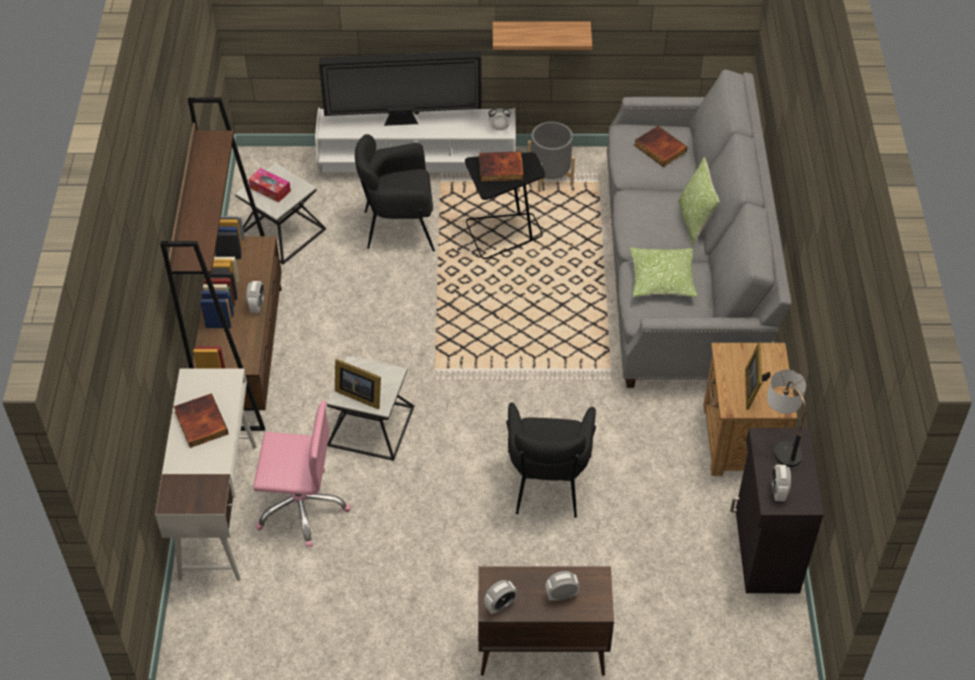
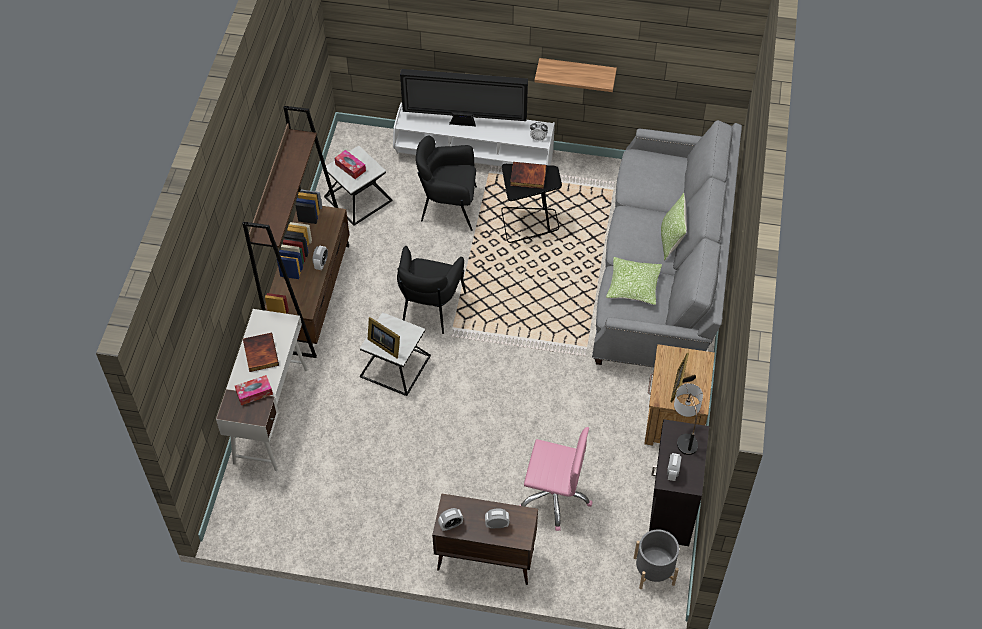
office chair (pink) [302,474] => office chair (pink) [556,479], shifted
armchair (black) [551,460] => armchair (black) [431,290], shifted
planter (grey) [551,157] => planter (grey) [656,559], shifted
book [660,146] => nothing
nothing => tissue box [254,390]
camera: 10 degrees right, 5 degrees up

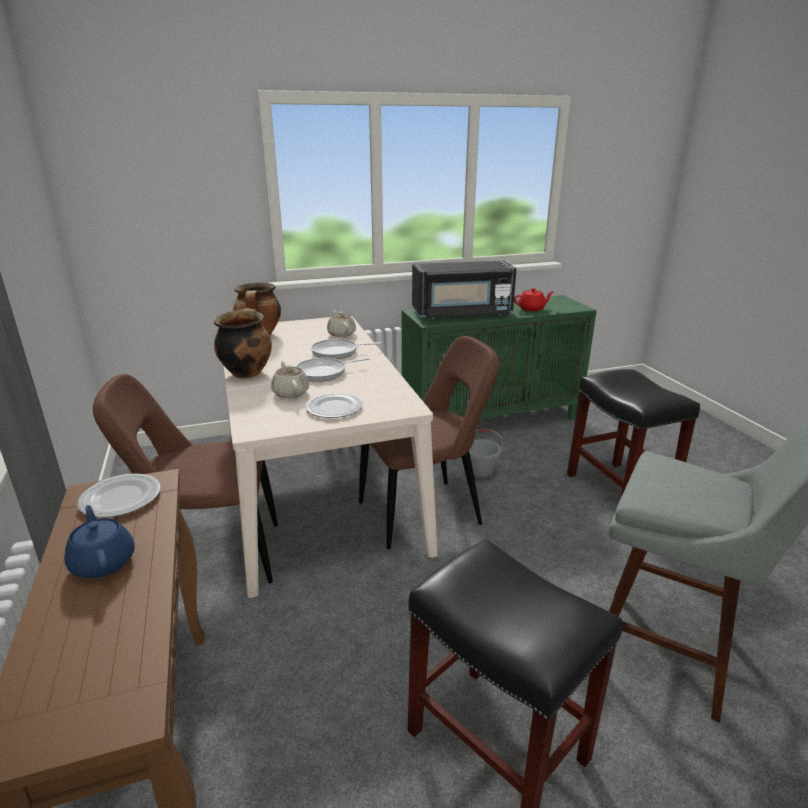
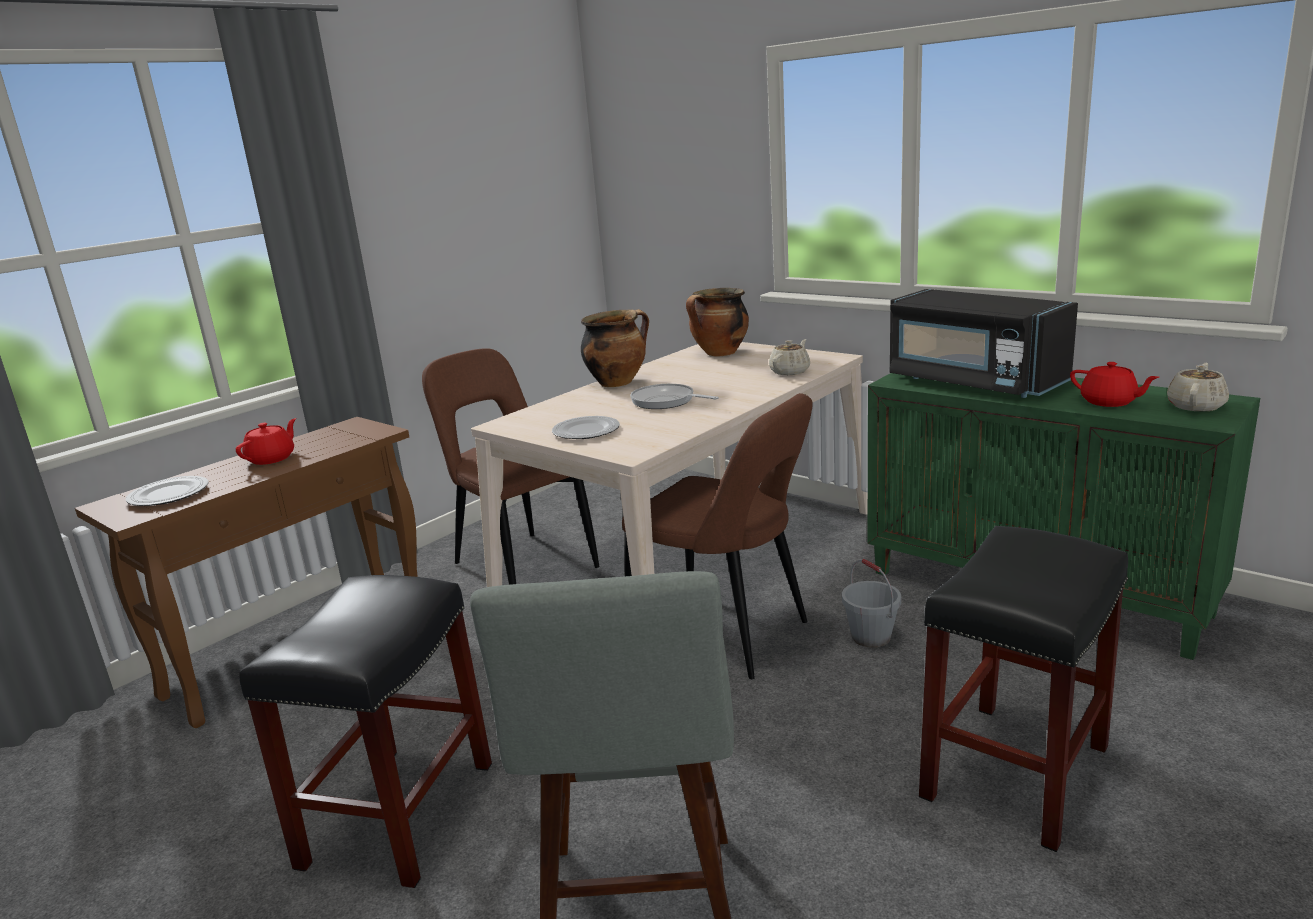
teapot (blue) [99,541] => teapot (red) [266,441]
plate [119,496] => plate [167,491], shifted
teapot (beige) [290,379] => teapot (beige) [1198,387], shifted
frying pan [346,349] => nothing
camera: 60 degrees right, 5 degrees down

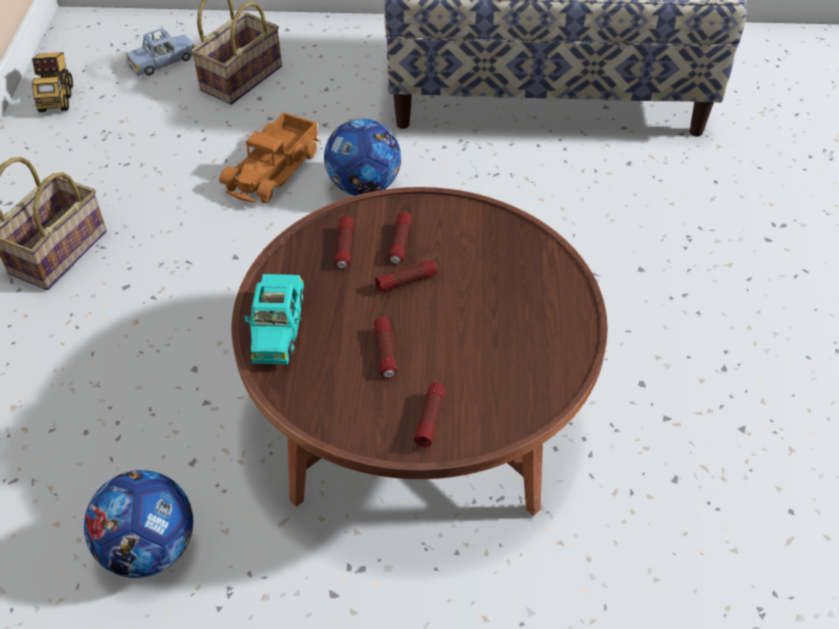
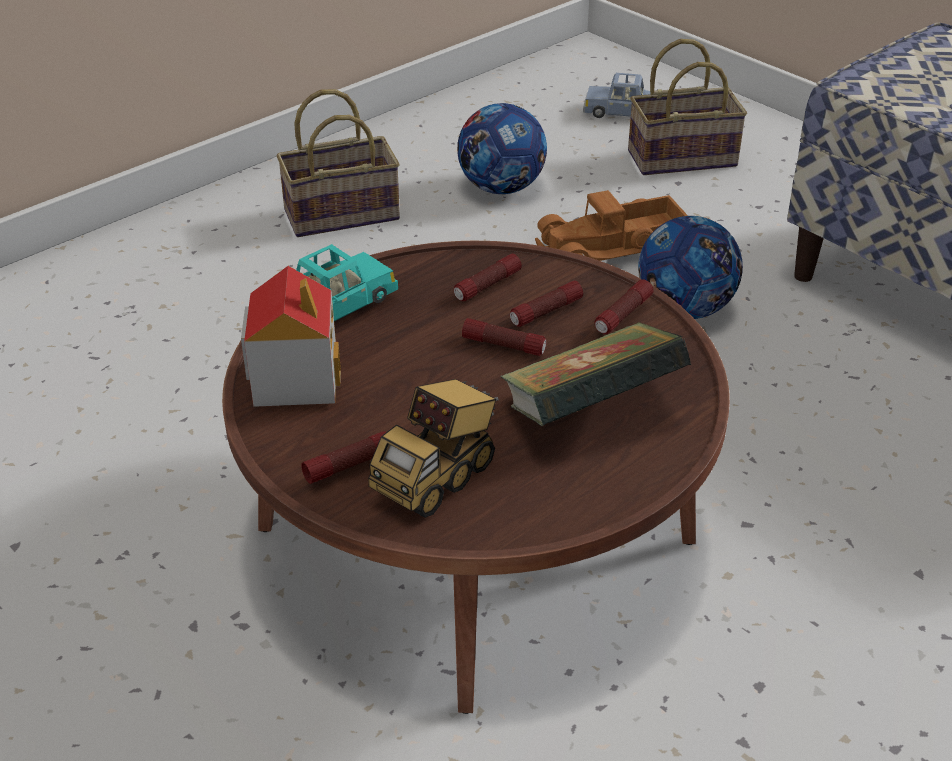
toy truck [52,82] => toy truck [433,448], shifted
football [138,524] => football [502,148], shifted
flashlight [385,347] => flashlight [624,306], shifted
nothing => toy house [291,336]
nothing => book [595,374]
camera: 45 degrees right, 10 degrees down

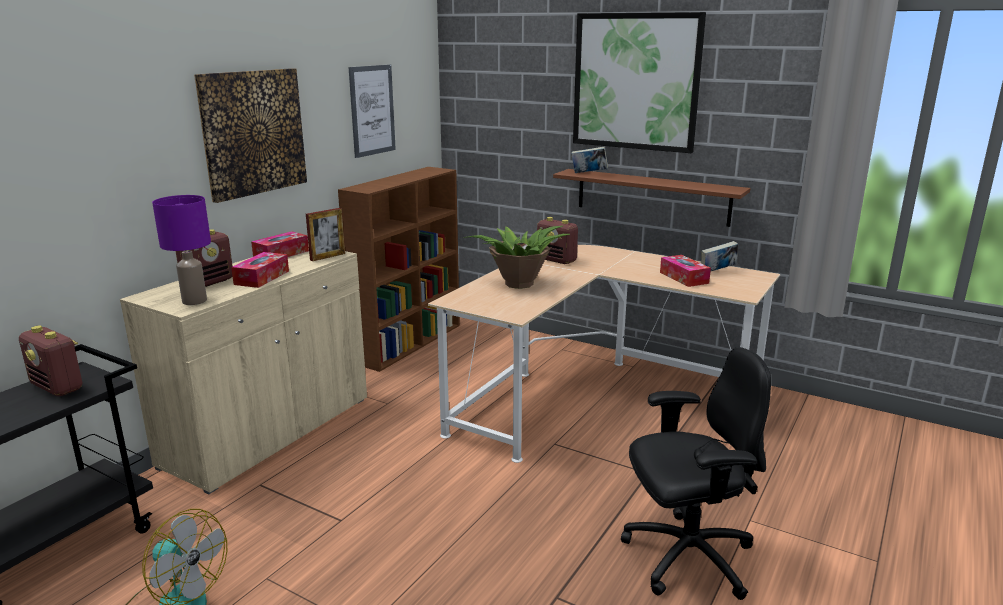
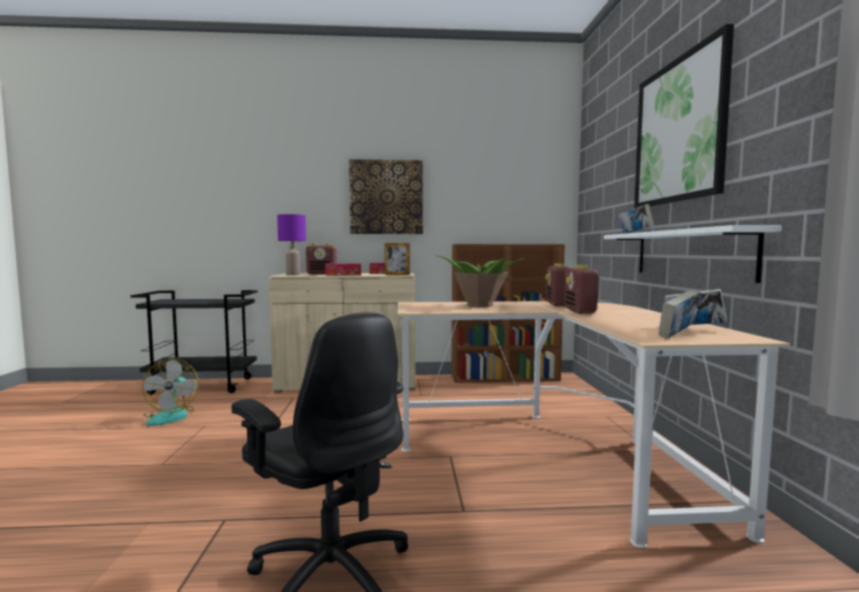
radio [50,361] => radio [582,289], shifted
picture [372,111] => nothing
shelf (brown) [651,198] => shelf (white) [693,254]
tissue box [685,271] => nothing
nothing => book [679,314]
camera: 55 degrees right, 15 degrees down

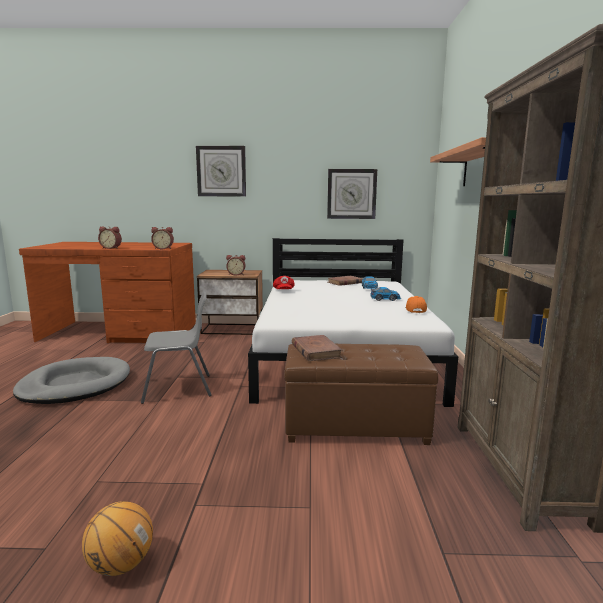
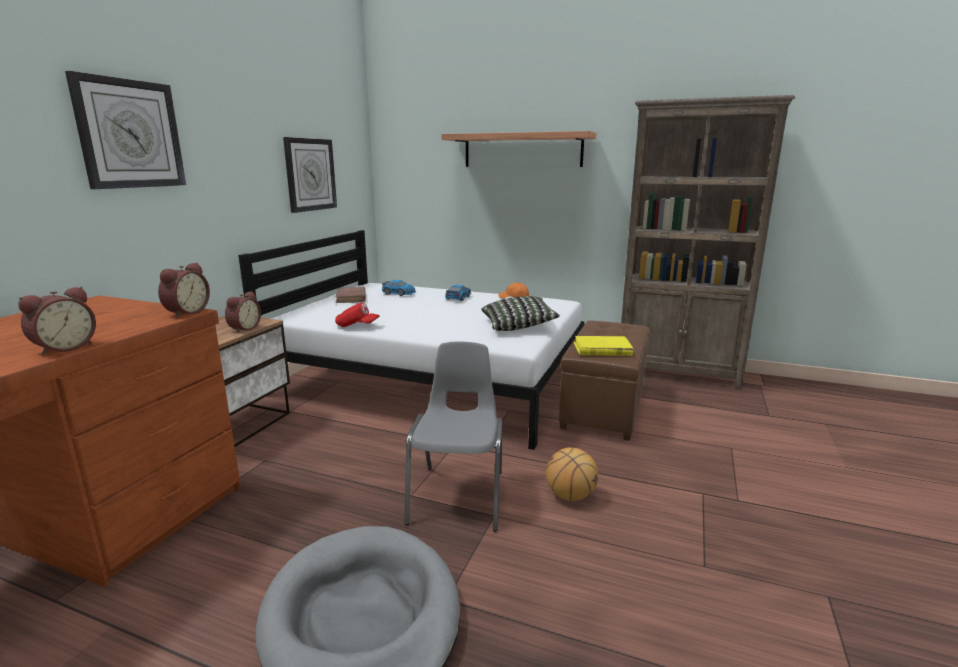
basketball [117,538] => basketball [572,474], shifted
book (brown) [317,348] => book (yellow) [603,346]
nothing => pillow [520,313]
camera: 70 degrees left, 5 degrees up

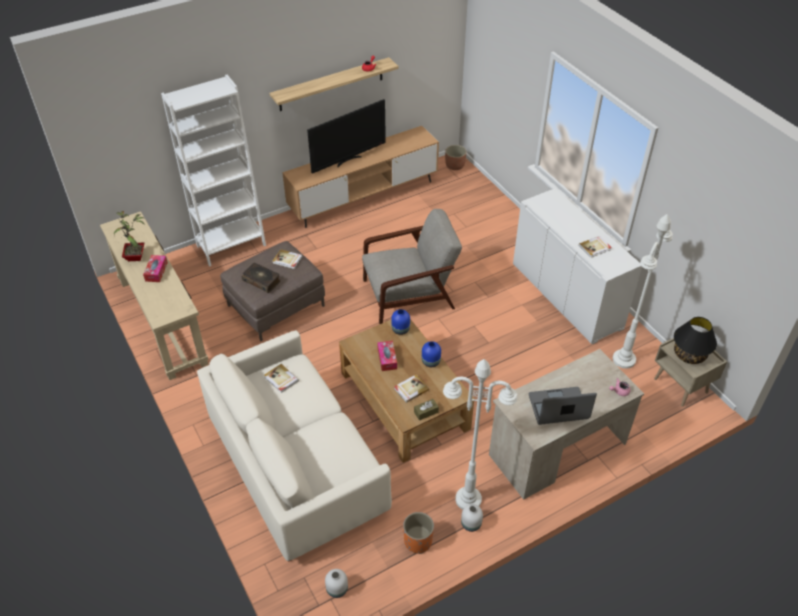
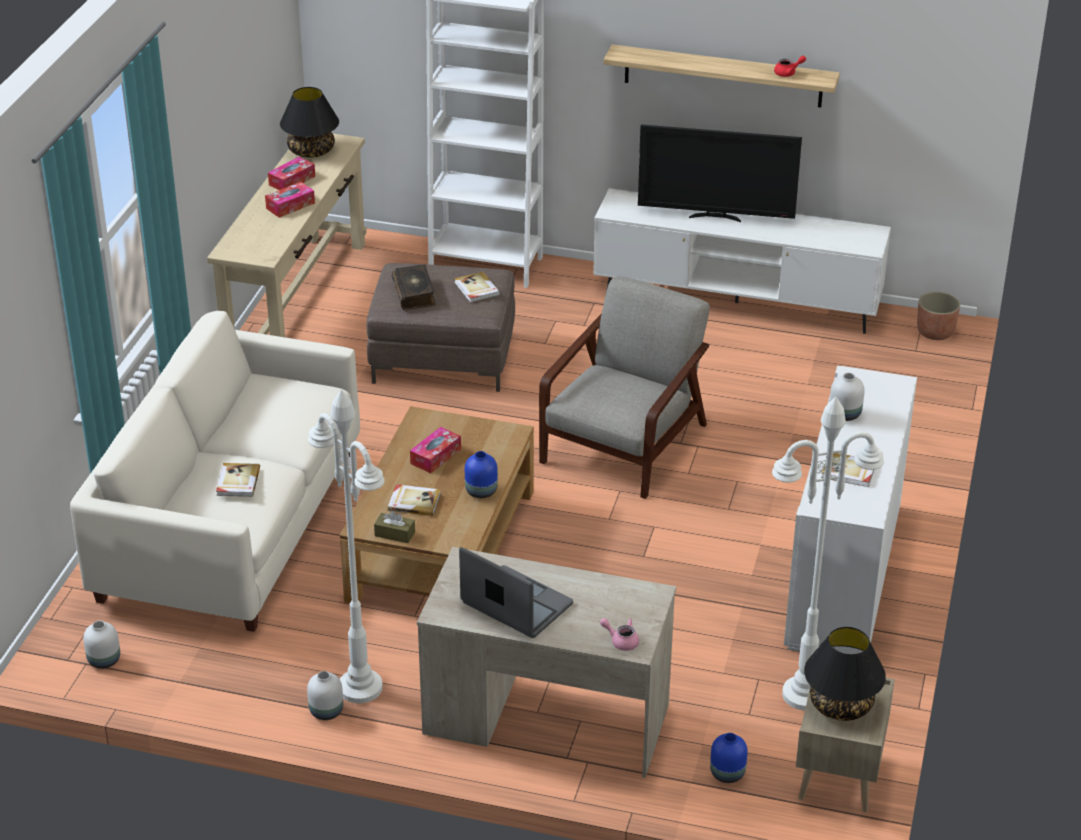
potted plant [129,236] => tissue box [291,173]
book [281,378] => book [238,480], shifted
tv stand (brown) [360,177] => tv stand (white) [742,261]
armchair (grey) [412,266] => armchair (grey) [624,387], 90 degrees counterclockwise
vase (blue) [400,322] => vase (blue) [728,758], shifted
planter (orange) [418,533] => nothing
nothing => table lamp (black) [309,122]
nothing => vase (white) [847,397]
camera: 45 degrees right, 10 degrees down

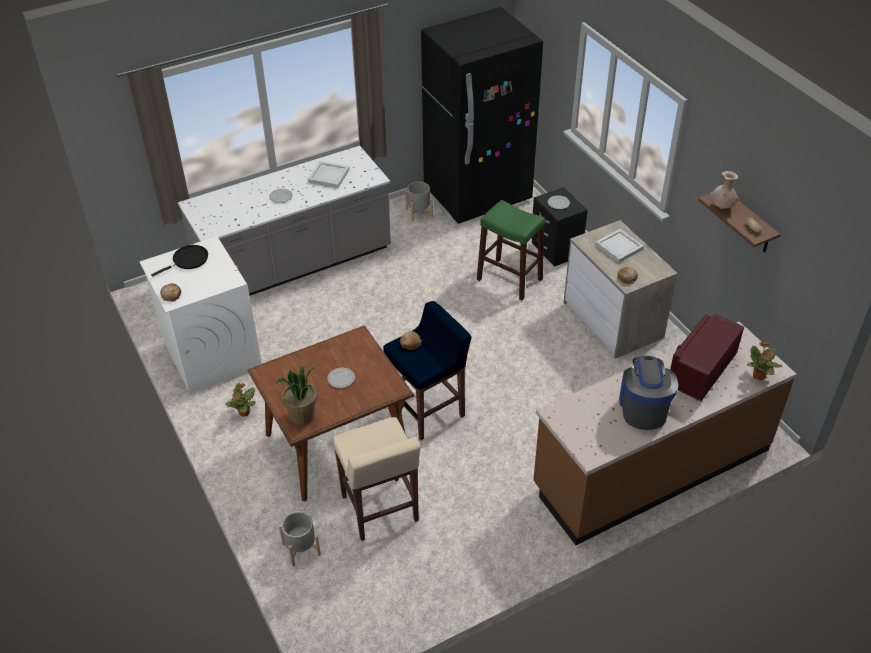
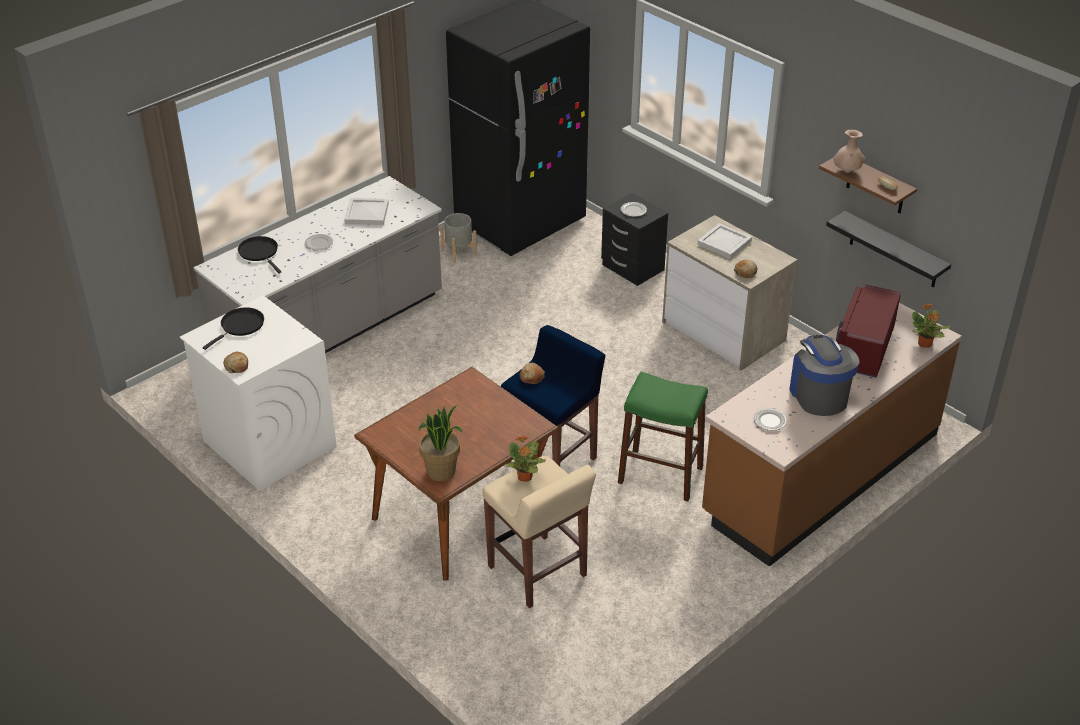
potted plant [240,400] => potted plant [526,459], shifted
planter (grey) [300,539] => nothing
plate [341,378] => plate [770,419], shifted
stool (green) [511,250] => stool (green) [663,437], shifted
nothing => frying pan (black) [259,254]
nothing => shelf (black) [888,249]
camera: 15 degrees left, 5 degrees down

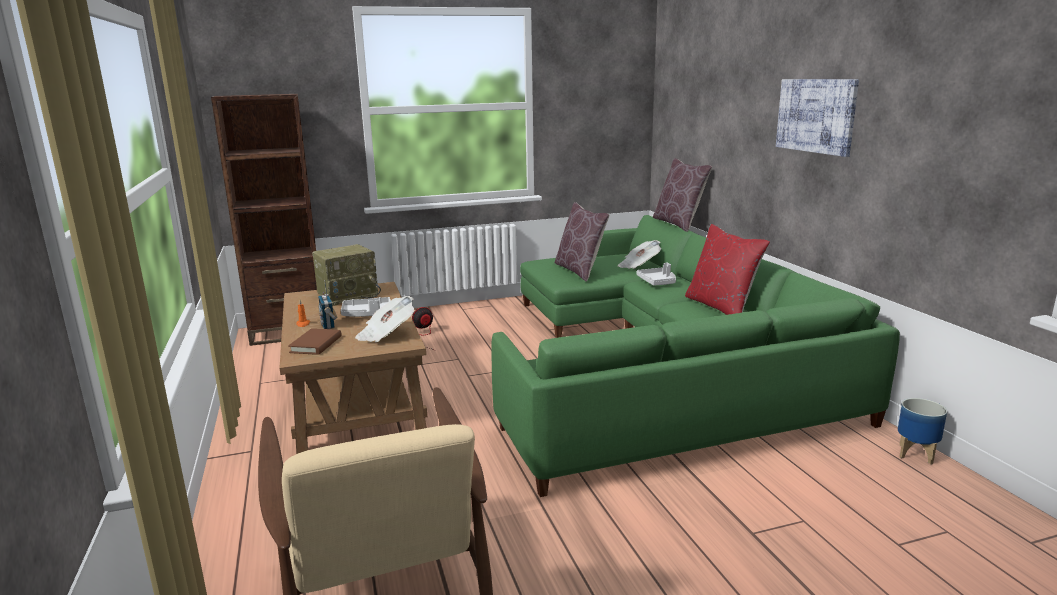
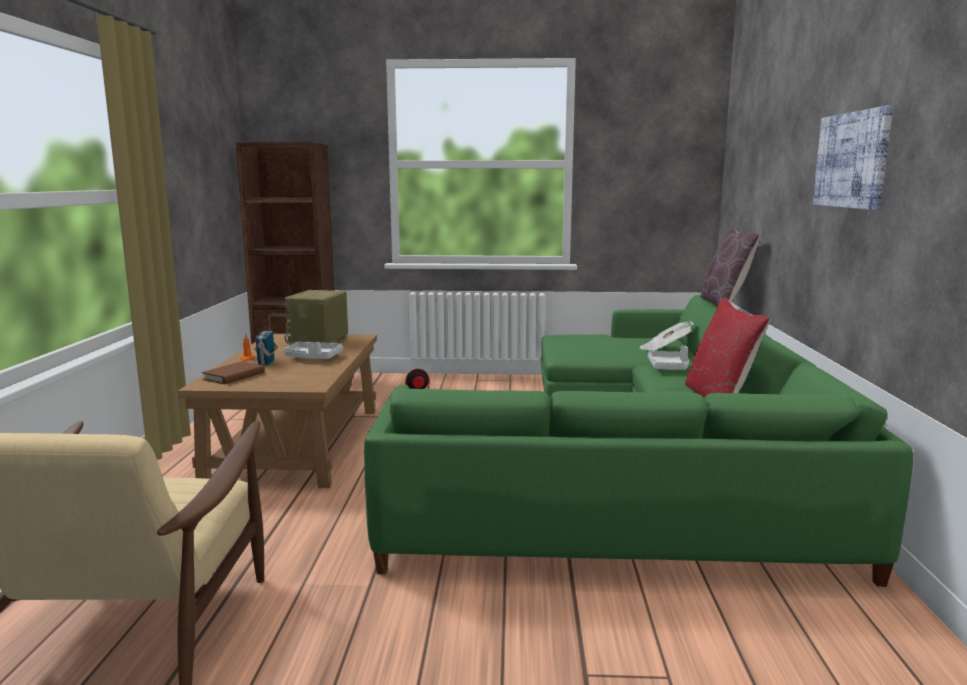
radio [346,275] => radio [316,318], 120 degrees clockwise
newspaper [385,319] => nothing
pillow (brown) [582,242] => nothing
planter [922,431] => nothing
camera: 20 degrees right, 5 degrees down

